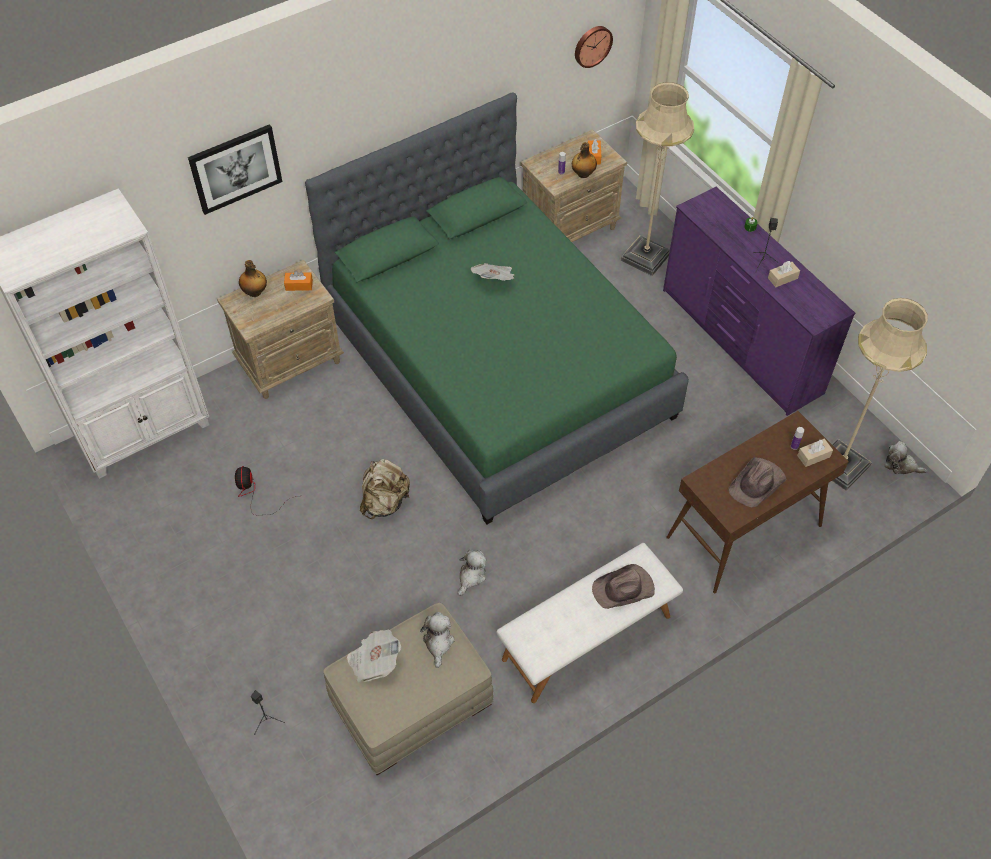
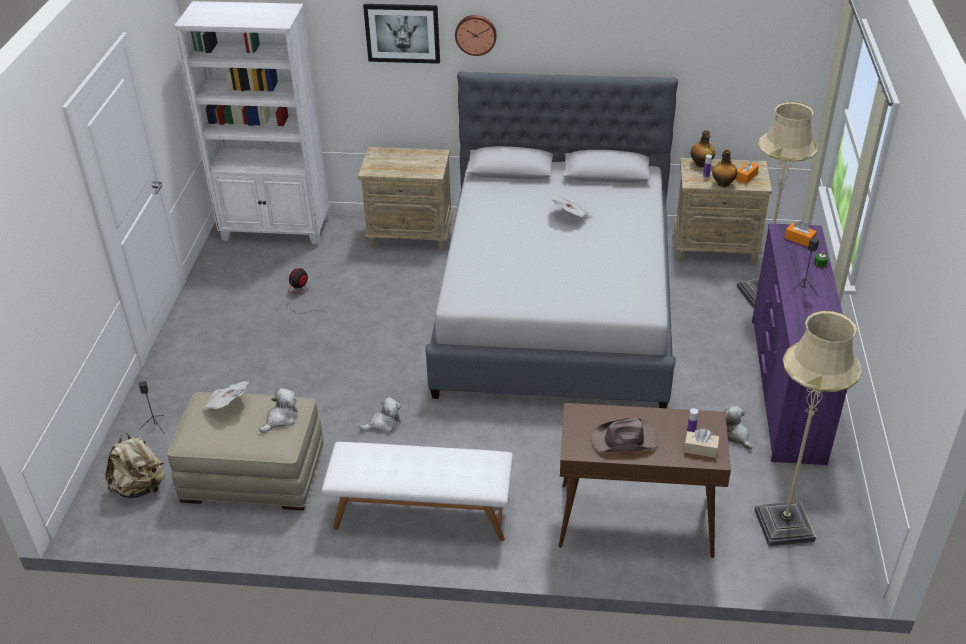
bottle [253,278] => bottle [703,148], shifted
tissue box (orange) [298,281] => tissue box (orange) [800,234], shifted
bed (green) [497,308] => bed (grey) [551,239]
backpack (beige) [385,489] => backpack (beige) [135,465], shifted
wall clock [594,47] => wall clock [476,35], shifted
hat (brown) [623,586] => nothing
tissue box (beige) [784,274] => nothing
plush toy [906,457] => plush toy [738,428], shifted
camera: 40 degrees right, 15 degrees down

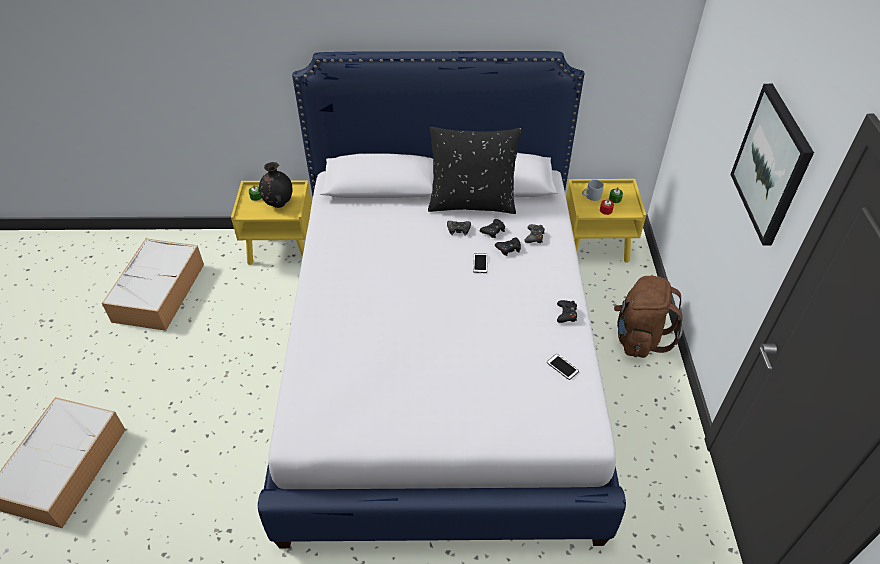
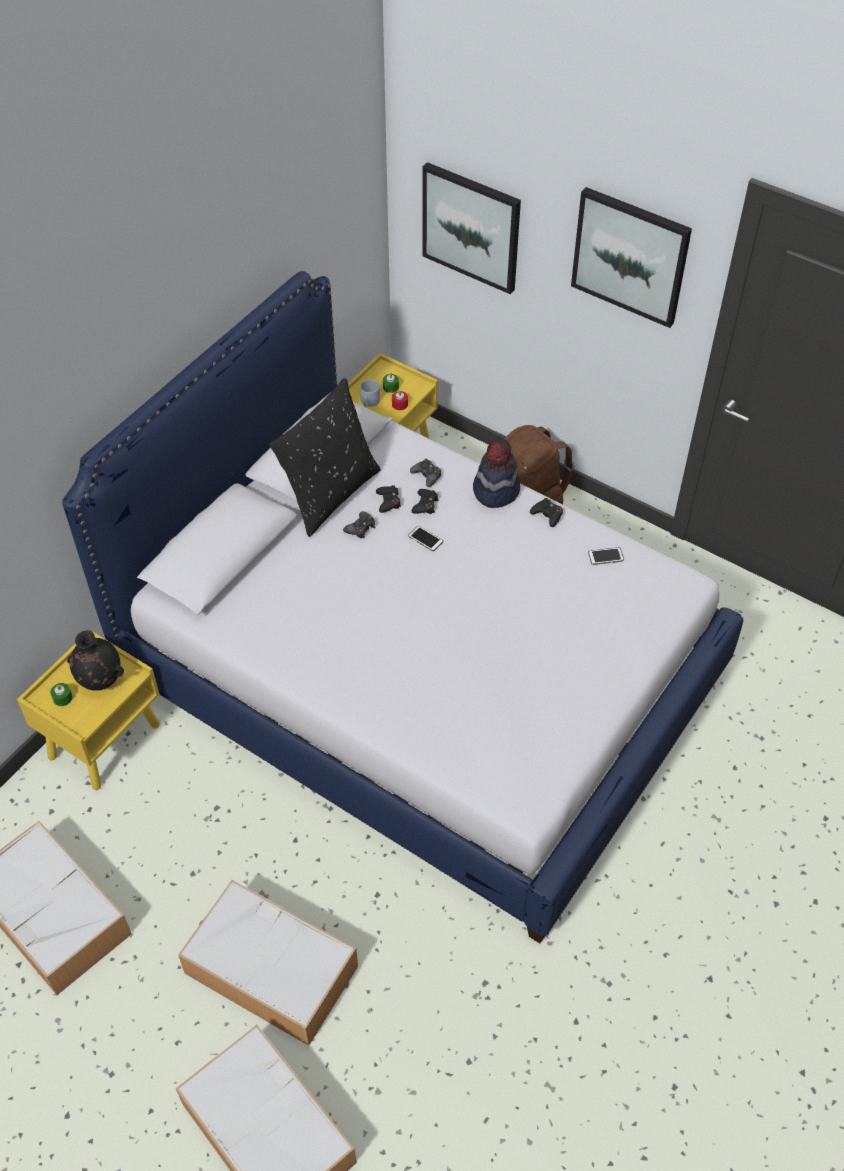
nothing => storage box [268,963]
nothing => picture [471,228]
nothing => hat [496,473]
camera: 55 degrees left, 5 degrees up

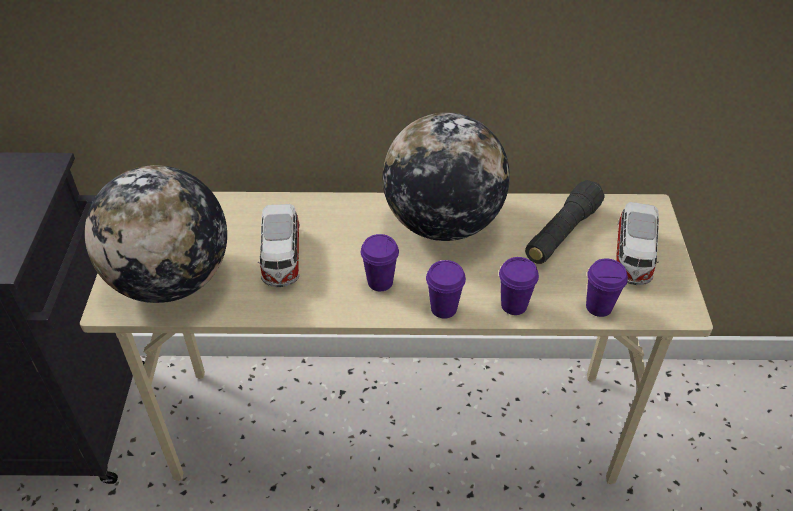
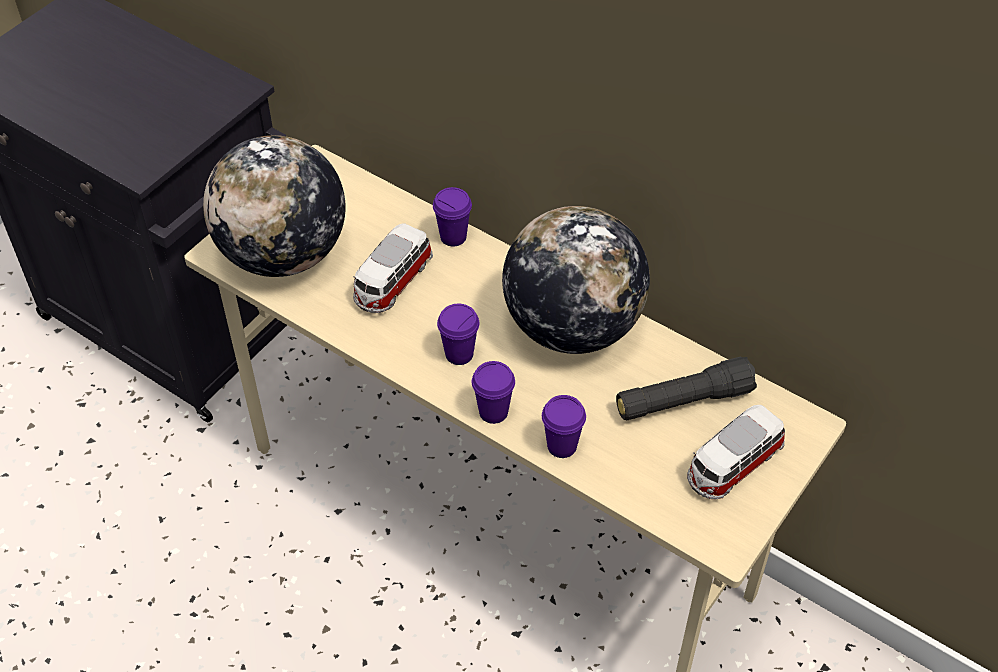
cup (purple) [607,287] => cup (purple) [452,217], shifted
camera: 35 degrees right, 5 degrees up

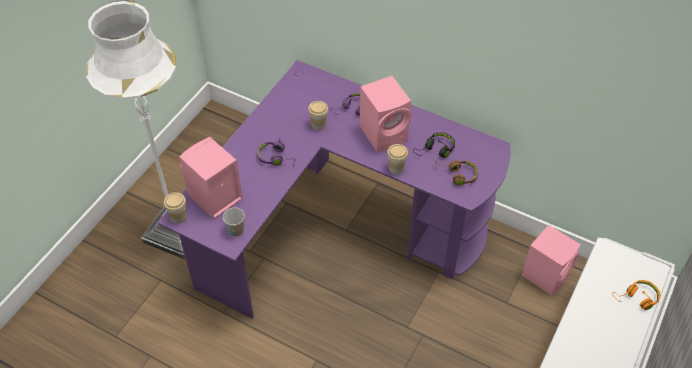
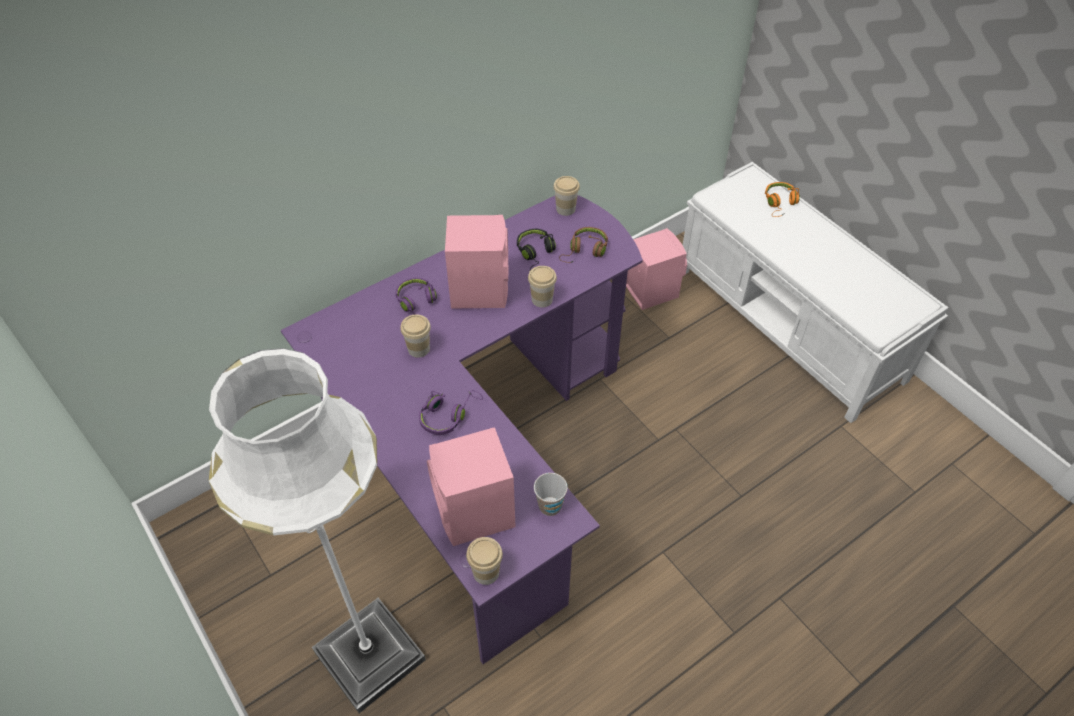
nothing => cup [566,196]
camera: 65 degrees left, 0 degrees up

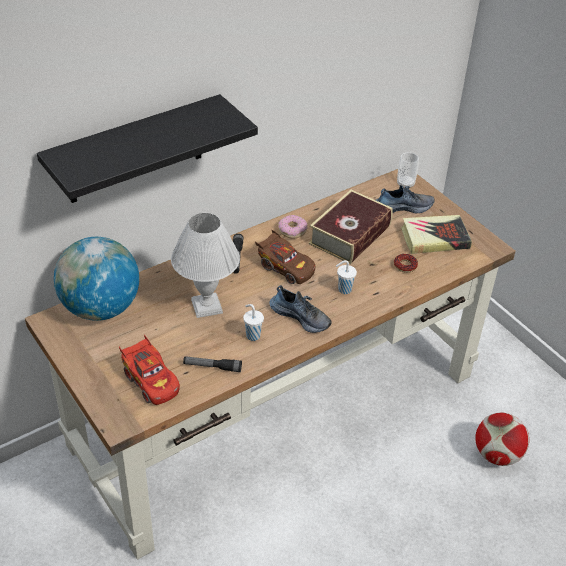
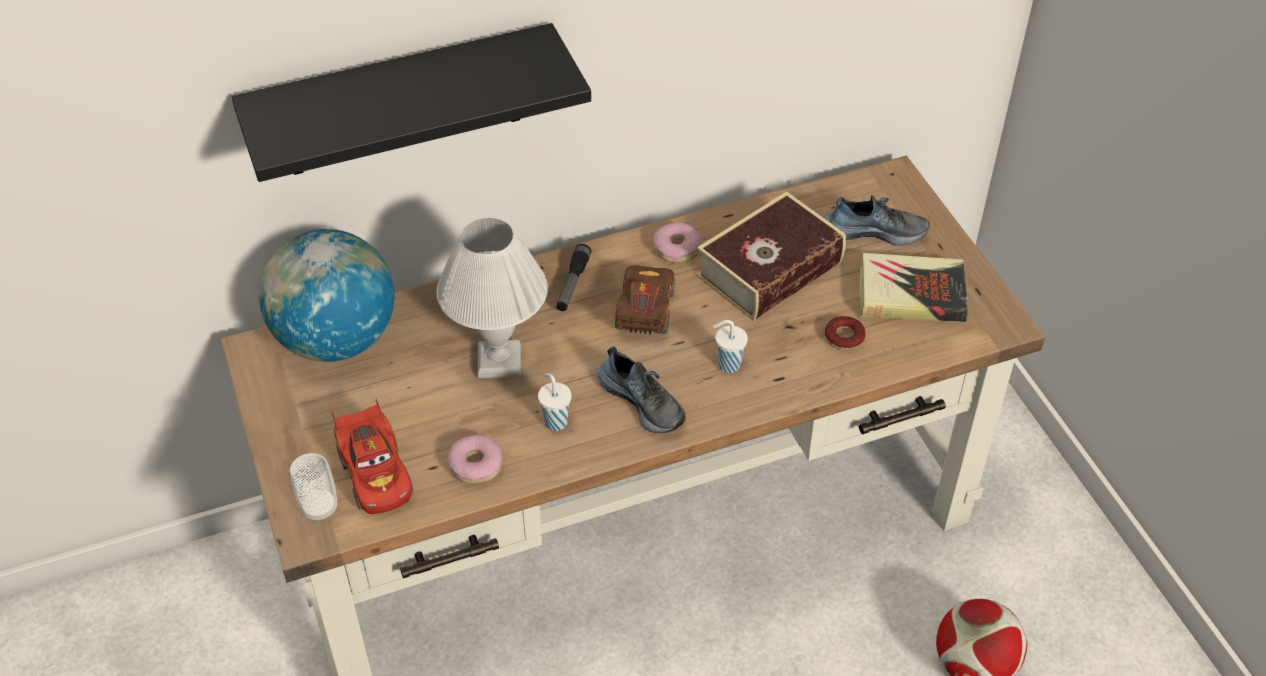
flashlight [212,364] => donut [475,459]
toy car (brown) [285,257] => toy car (brown) [645,299], 135 degrees counterclockwise
cup [408,169] => cup [313,487], shifted
camera: 15 degrees right, 5 degrees up

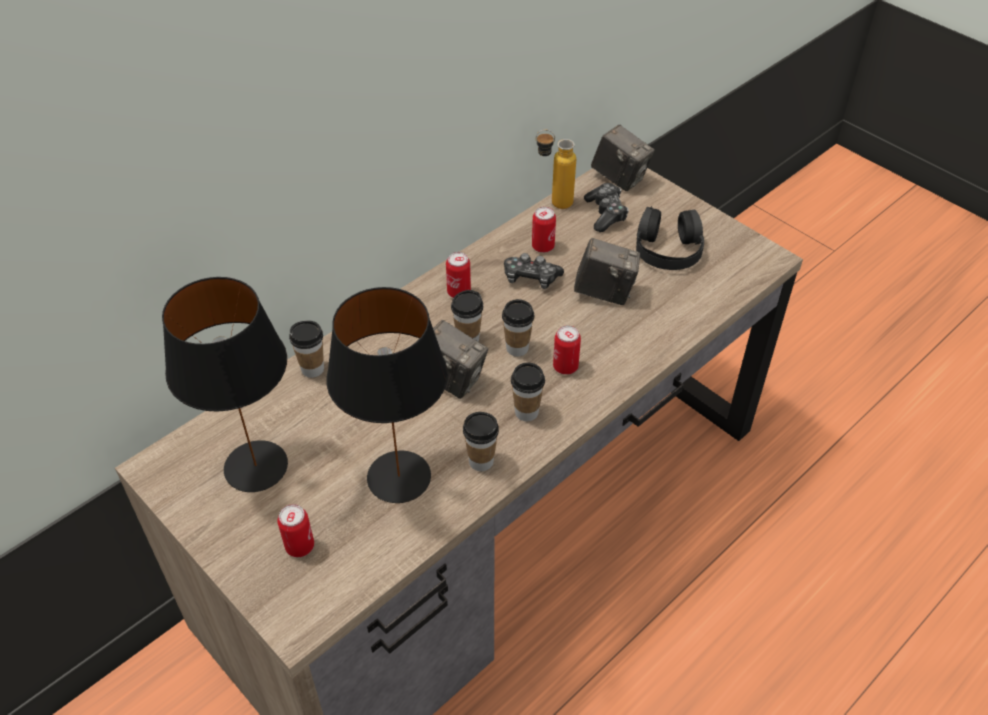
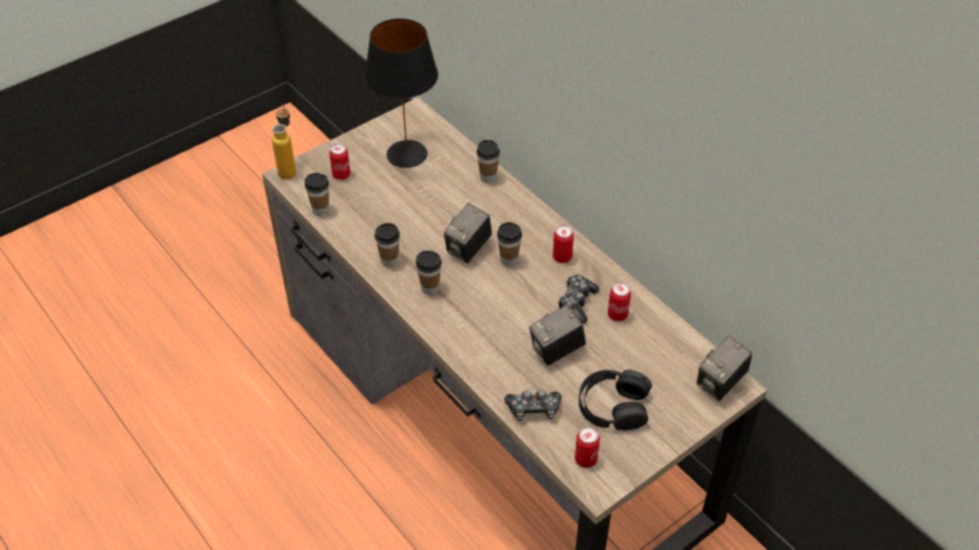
table lamp (black) [387,395] => nothing
cup [518,327] => cup [317,194], shifted
bottle [555,169] => bottle [284,142], shifted
can [567,350] => can [587,447], shifted
photo camera [607,271] => photo camera [557,335], 45 degrees clockwise
game controller [606,207] => game controller [532,405], shifted
camera: 95 degrees right, 0 degrees up

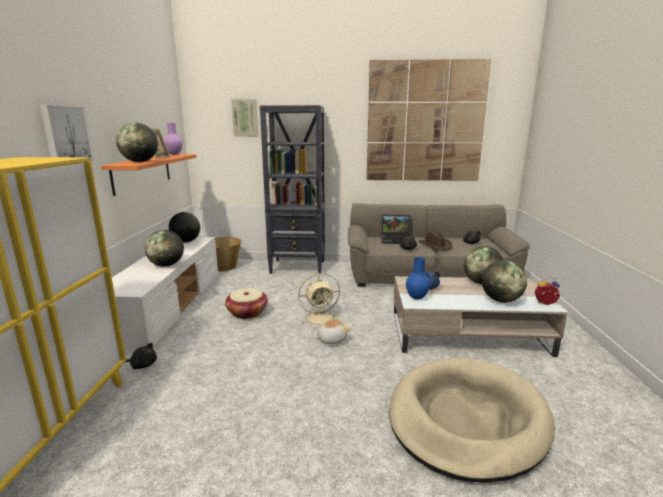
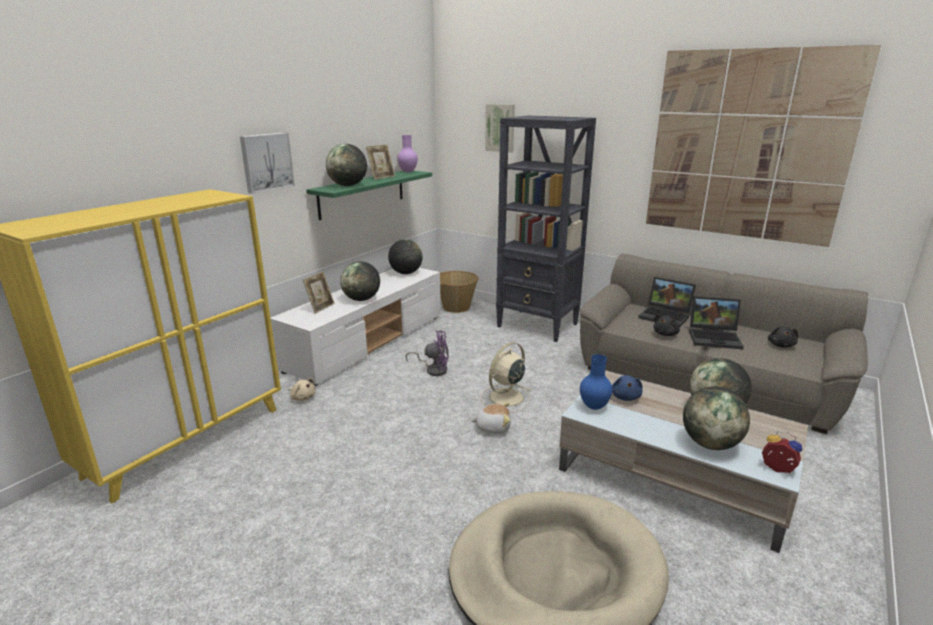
shelf (orange) [149,175] => shelf (green) [369,195]
plush toy (black) [141,356] => plush toy (beige) [302,389]
basket [246,303] => fan (purple) [427,353]
fan (beige) [319,300] => fan (beige) [505,377], 120 degrees clockwise
hat (brown) [435,241] => laptop [716,322]
nothing => picture frame [319,292]
camera: 30 degrees right, 5 degrees up

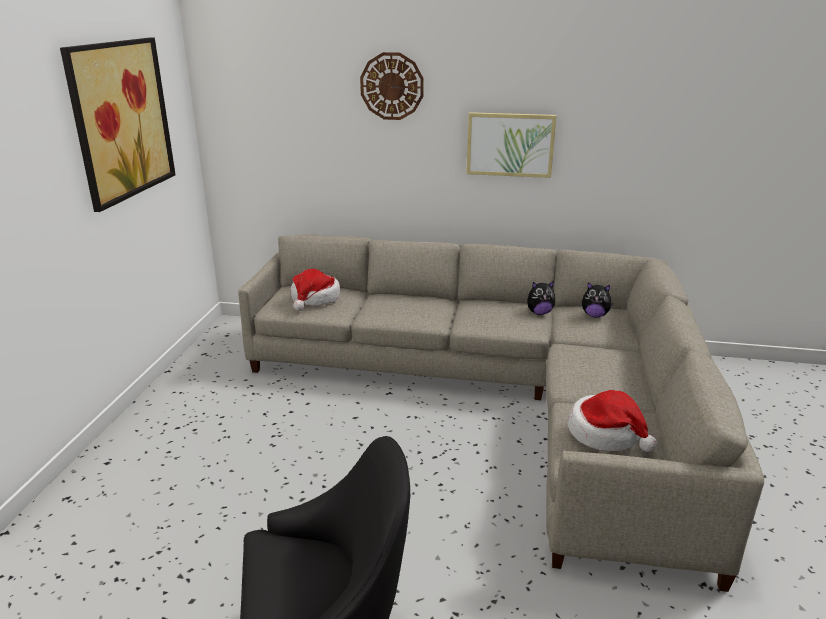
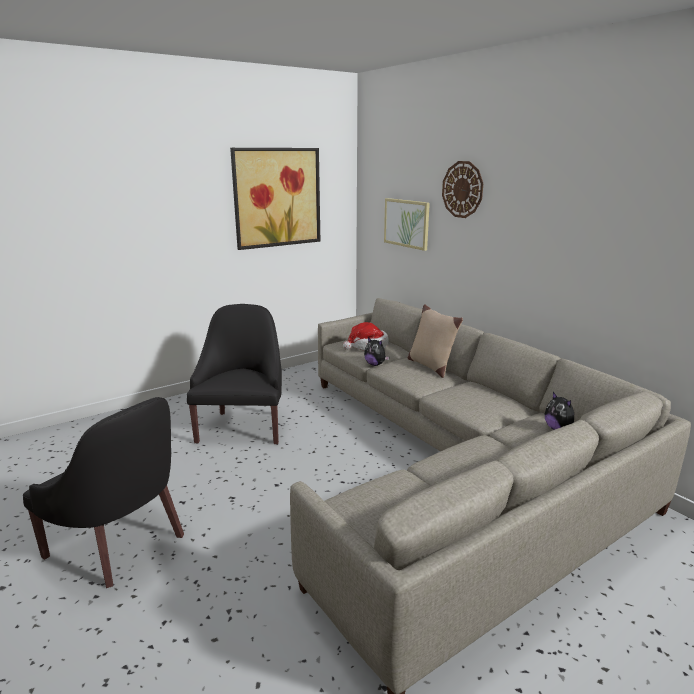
picture [511,145] => picture [407,224], shifted
plush toy [541,298] => plush toy [377,351], shifted
hat [612,421] => nothing
nothing => armchair (black) [234,374]
nothing => pillow (beige) [435,341]
camera: 45 degrees right, 5 degrees down

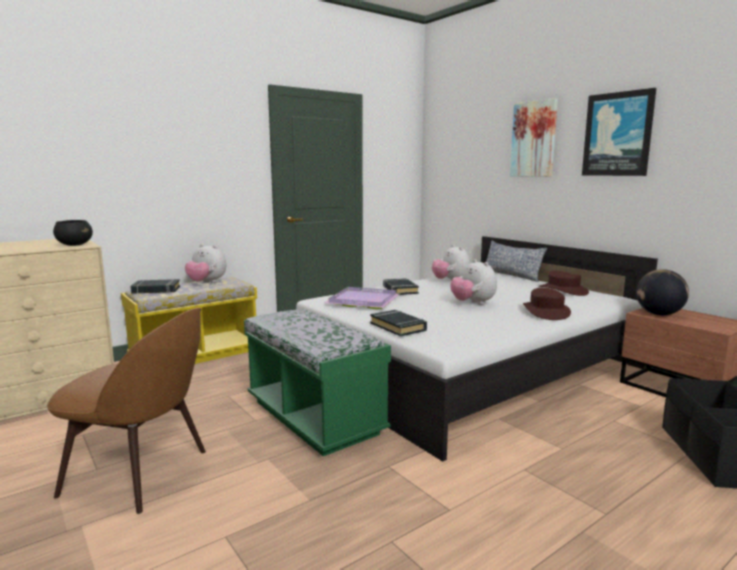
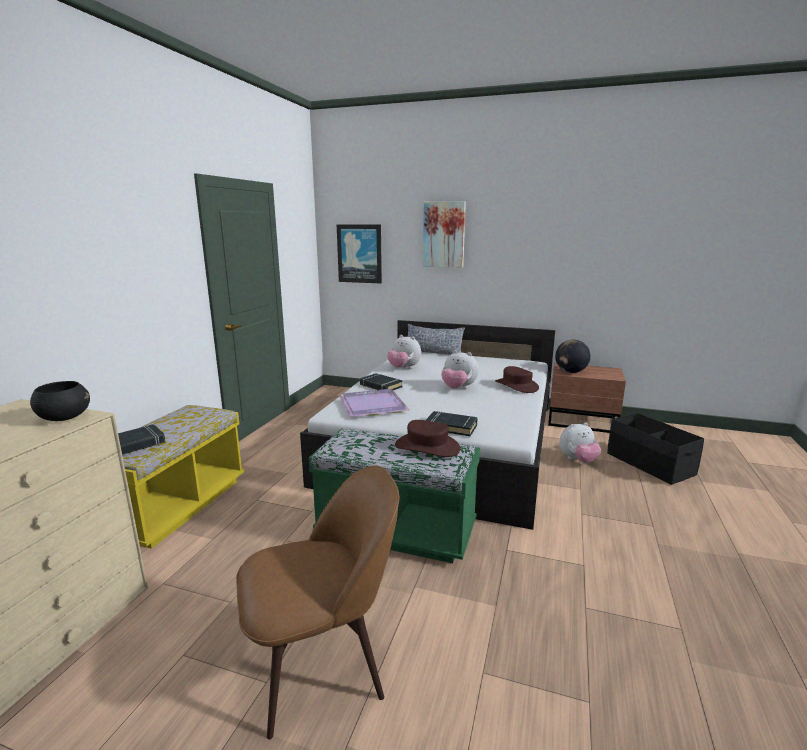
plush toy [205,263] => plush toy [580,442], shifted
hat (brown) [564,283] => hat (brown) [427,438], shifted
picture [619,132] => picture [359,254], shifted
camera: 35 degrees left, 5 degrees up

